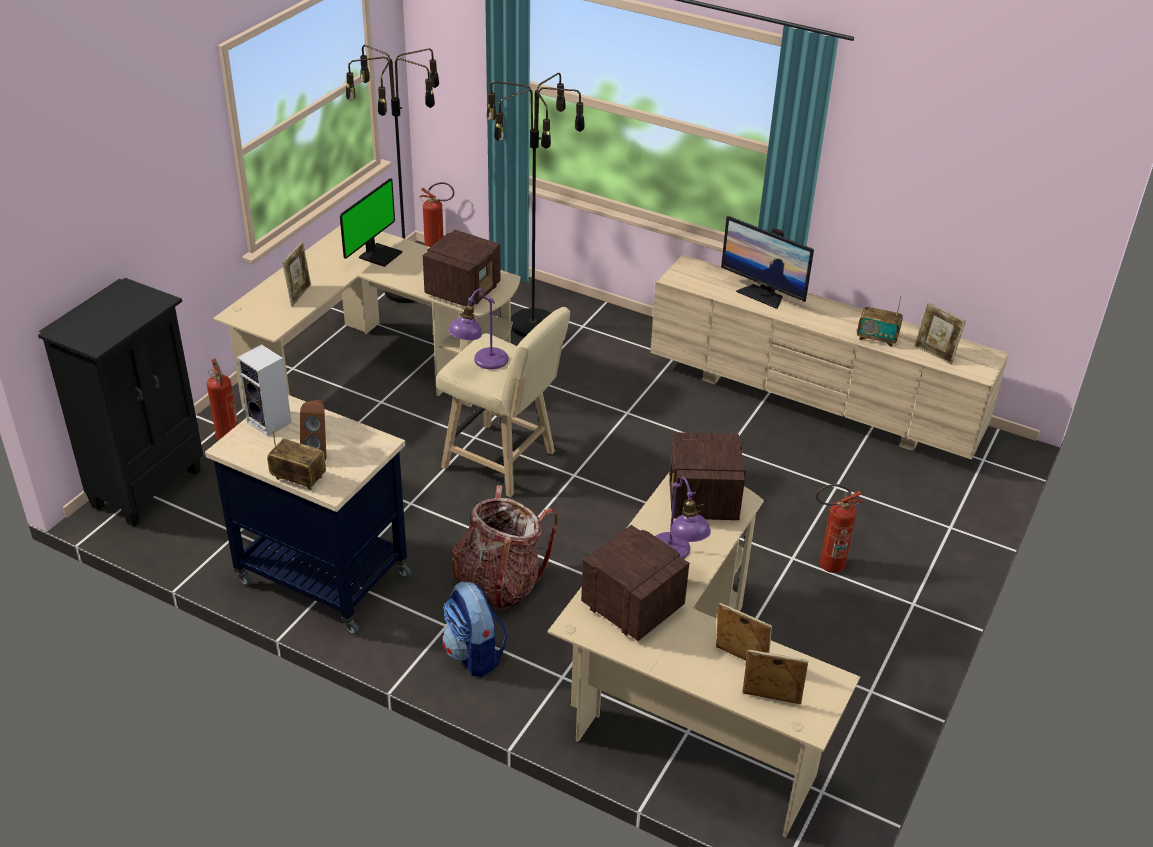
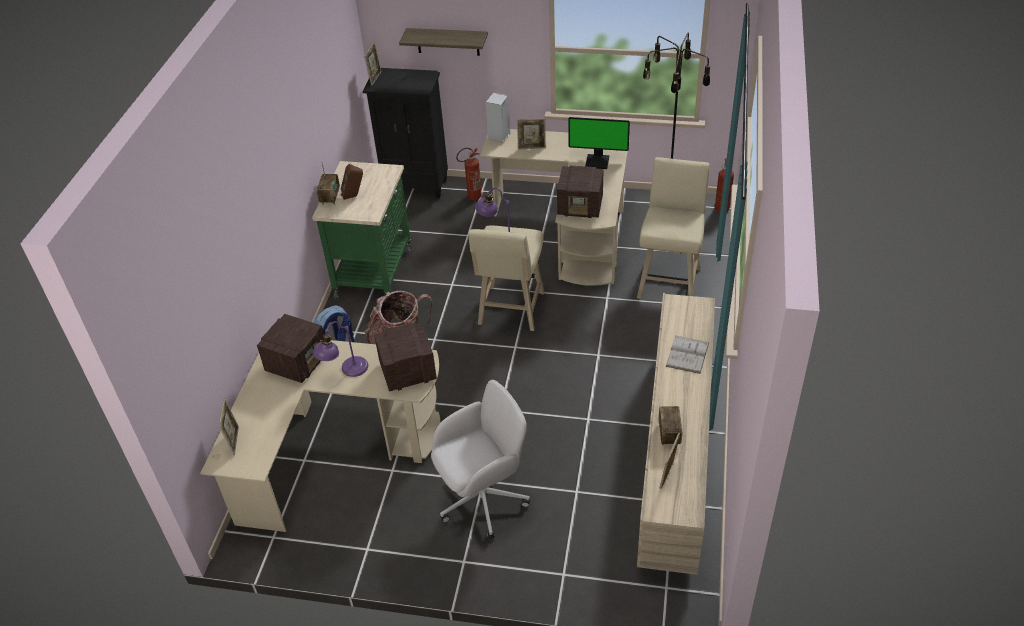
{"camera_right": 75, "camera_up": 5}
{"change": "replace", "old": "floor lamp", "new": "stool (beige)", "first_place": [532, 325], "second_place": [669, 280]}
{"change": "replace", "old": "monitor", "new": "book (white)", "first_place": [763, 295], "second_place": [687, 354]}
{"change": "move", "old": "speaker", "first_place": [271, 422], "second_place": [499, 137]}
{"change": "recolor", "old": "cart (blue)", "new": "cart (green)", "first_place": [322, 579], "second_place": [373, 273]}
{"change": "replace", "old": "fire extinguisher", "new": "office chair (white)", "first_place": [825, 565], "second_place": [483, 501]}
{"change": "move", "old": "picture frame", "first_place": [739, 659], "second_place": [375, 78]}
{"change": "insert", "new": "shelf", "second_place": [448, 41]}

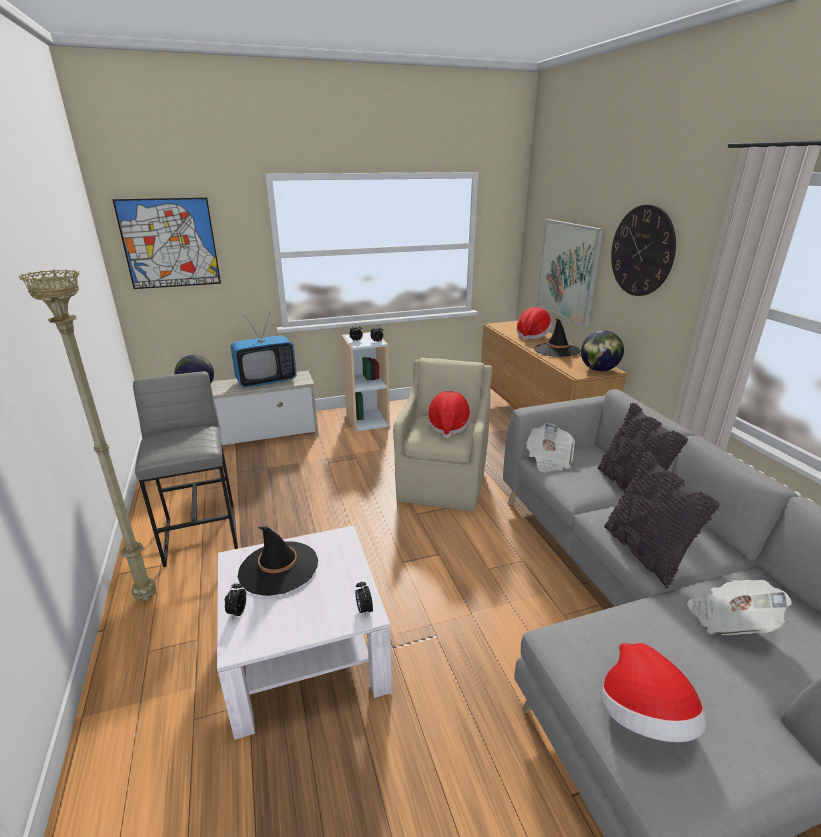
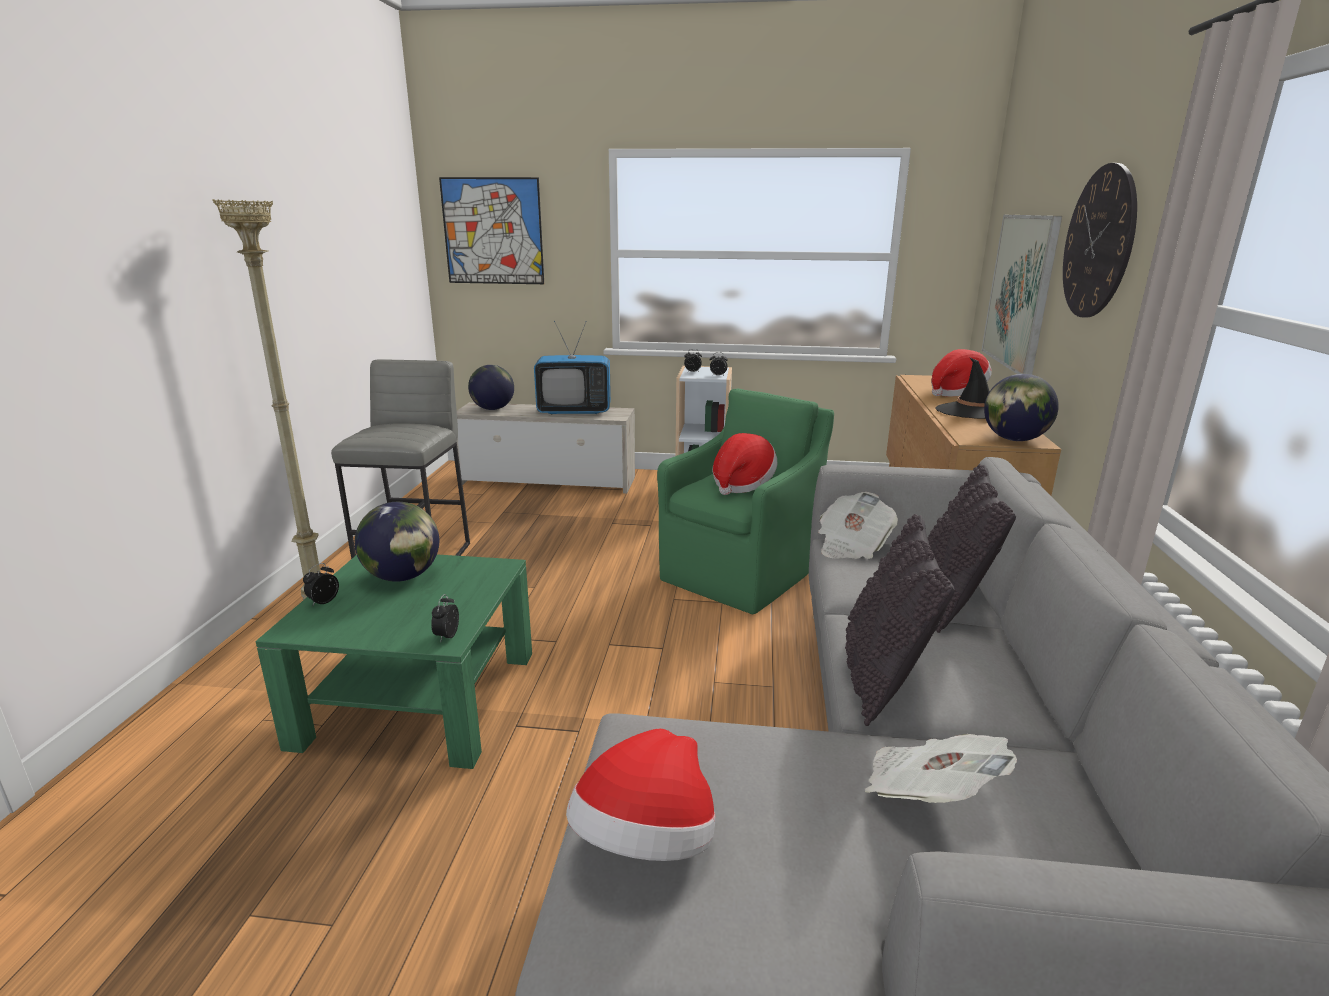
{"camera_right": 25, "camera_up": -5}
{"change": "recolor", "old": "armchair (beige)", "new": "armchair (green)", "first_place": [443, 482], "second_place": [741, 573]}
{"change": "recolor", "old": "coffee table (white)", "new": "coffee table (green)", "first_place": [305, 652], "second_place": [418, 698]}
{"change": "replace", "old": "hat (black)", "new": "globe", "first_place": [278, 568], "second_place": [403, 577]}

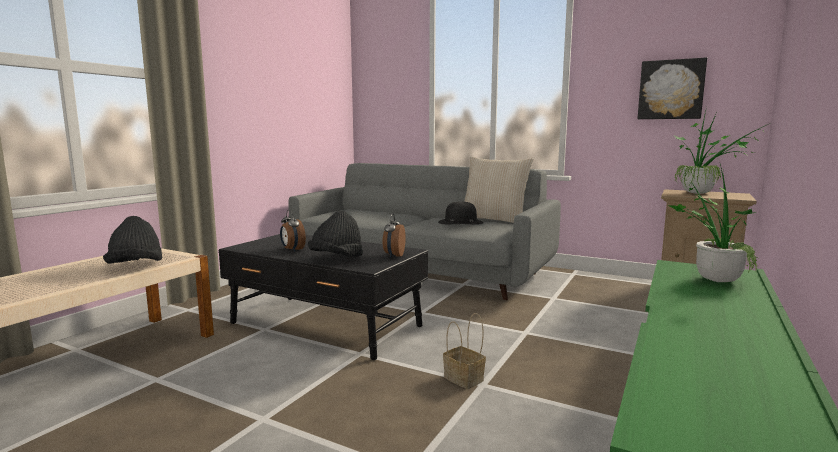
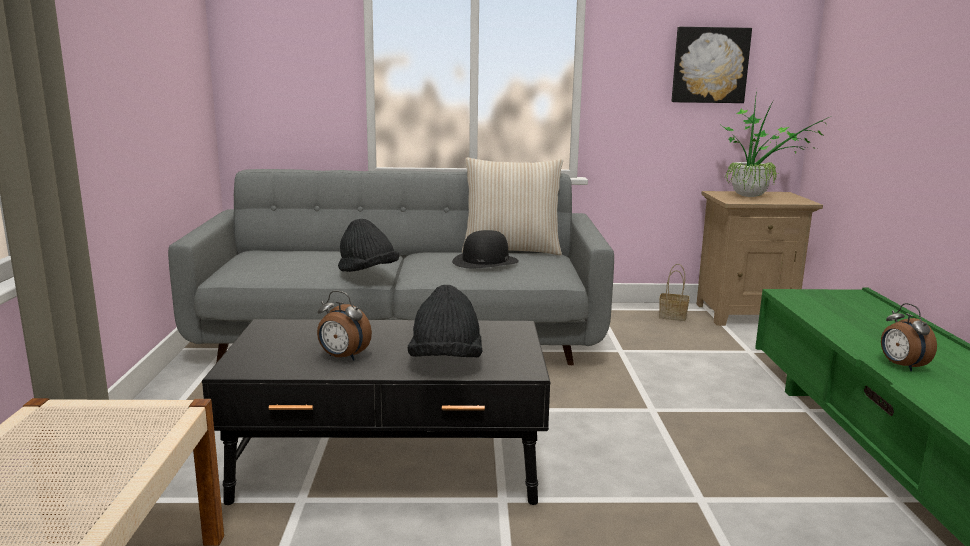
{"camera_right": -30, "camera_up": 5}
{"change": "delete", "old": "potted plant", "first_place": [711, 278]}
{"change": "move", "old": "alarm clock", "first_place": [393, 255], "second_place": [901, 366]}
{"change": "move", "old": "hat (black)", "first_place": [136, 267], "second_place": [368, 273]}
{"change": "move", "old": "basket", "first_place": [465, 379], "second_place": [673, 316]}

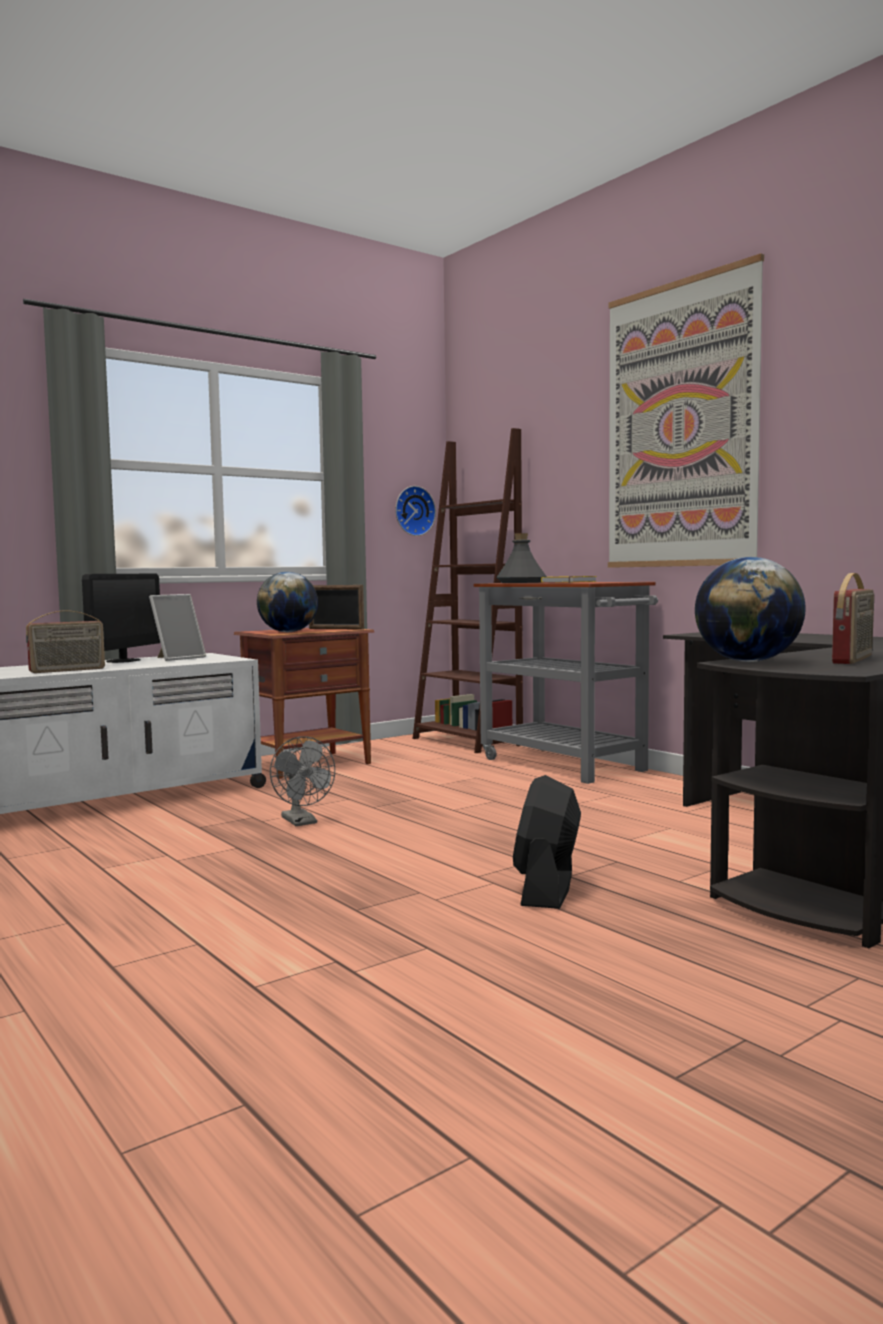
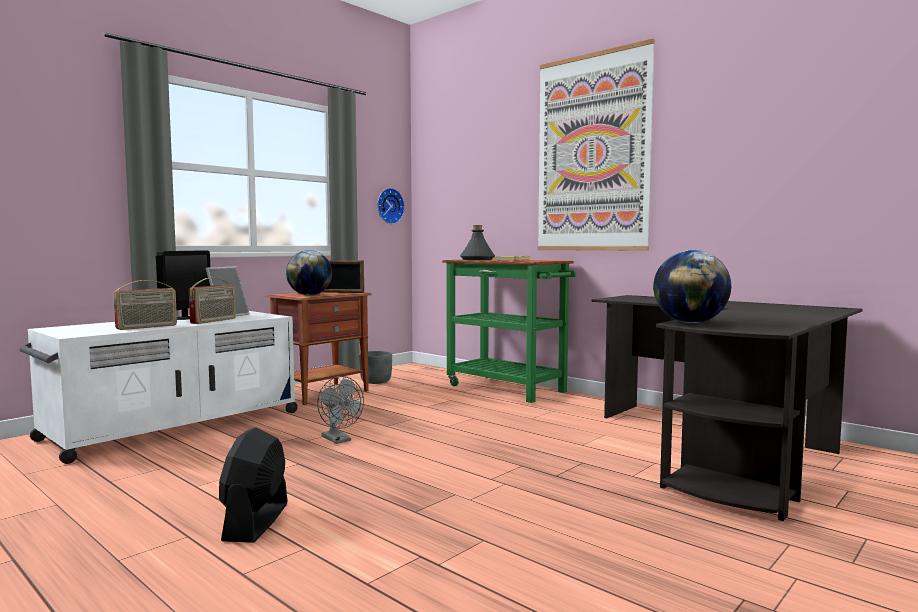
{"camera_right": -10, "camera_up": 0}
{"change": "delete", "old": "bookcase (brown)", "first_place": [467, 741]}
{"change": "move", "old": "radio", "first_place": [853, 659], "second_place": [214, 321]}
{"change": "recolor", "old": "cart (grey)", "new": "cart (green)", "first_place": [564, 765], "second_place": [507, 389]}
{"change": "move", "old": "fan (black)", "first_place": [547, 889], "second_place": [256, 522]}
{"change": "insert", "new": "planter (grey)", "second_place": [375, 381]}

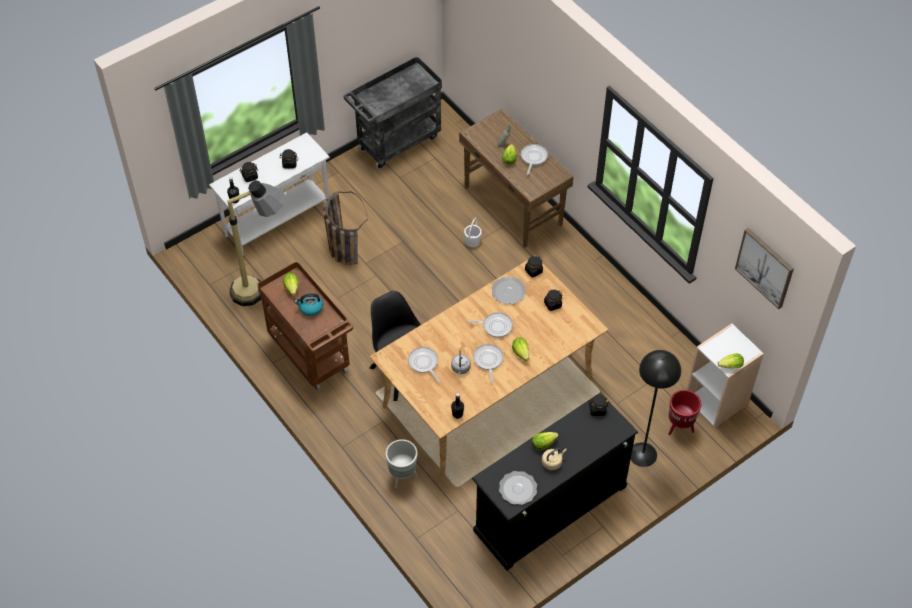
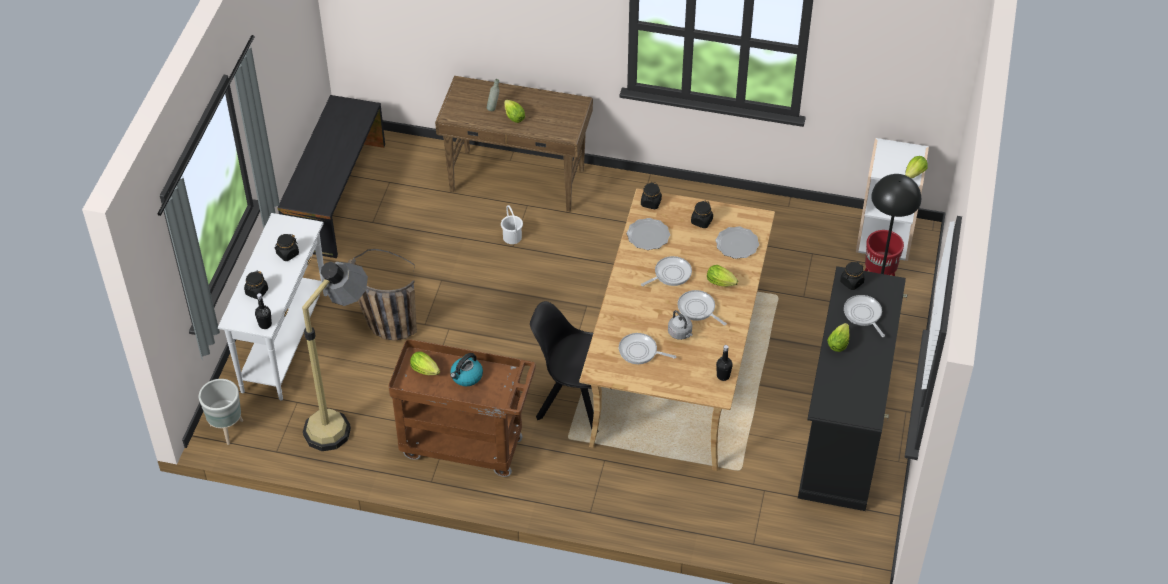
{"camera_right": -40, "camera_up": -5}
{"change": "replace", "old": "cart (black)", "new": "bench (black)", "first_place": [396, 146], "second_place": [335, 194]}
{"change": "move", "old": "frying pan", "first_place": [533, 158], "second_place": [863, 315]}
{"change": "delete", "old": "picture", "first_place": [765, 267]}
{"change": "move", "old": "planter (grey)", "first_place": [403, 477], "second_place": [228, 430]}
{"change": "delete", "old": "kettle (beige)", "first_place": [552, 462]}
{"change": "move", "old": "plate", "first_place": [518, 489], "second_place": [737, 244]}

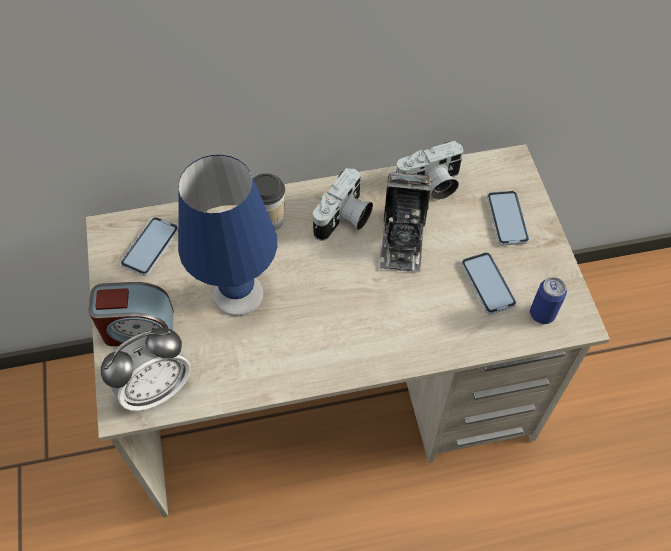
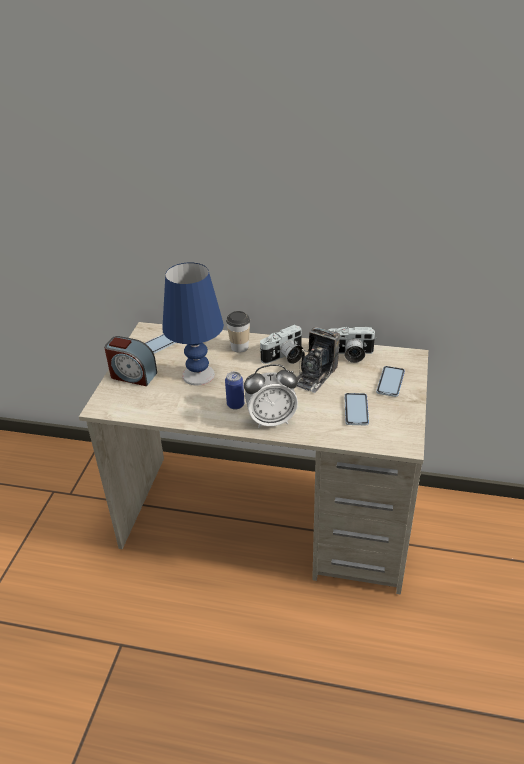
{"camera_right": 25, "camera_up": -20}
{"change": "move", "old": "can", "first_place": [542, 314], "second_place": [235, 404]}
{"change": "move", "old": "alarm clock", "first_place": [155, 388], "second_place": [271, 420]}

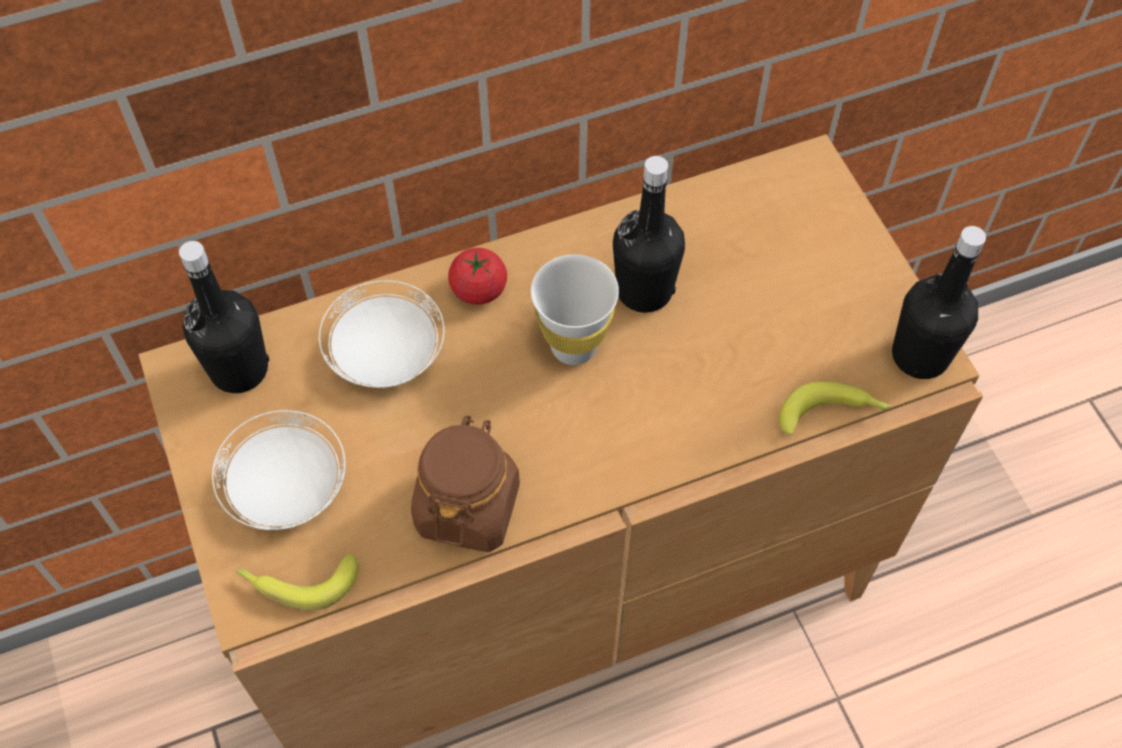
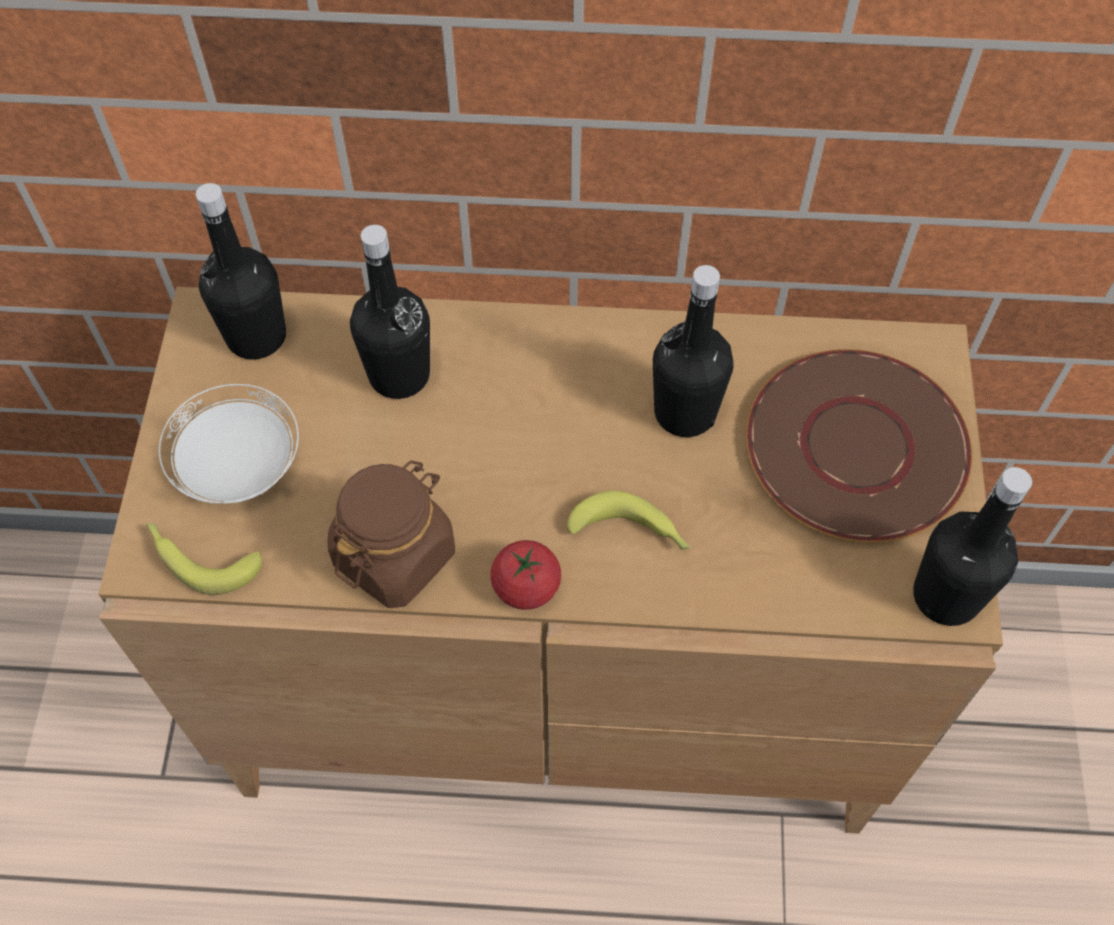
{"camera_right": 25, "camera_up": 0}
{"change": "move", "old": "tomato", "first_place": [479, 289], "second_place": [526, 587]}
{"change": "delete", "old": "cup (white)", "first_place": [573, 346]}
{"change": "replace", "old": "plate (white)", "new": "bottle (black)", "first_place": [387, 353], "second_place": [399, 375]}
{"change": "move", "old": "banana", "first_place": [832, 414], "second_place": [631, 533]}
{"change": "insert", "new": "plate (brown)", "second_place": [854, 446]}

